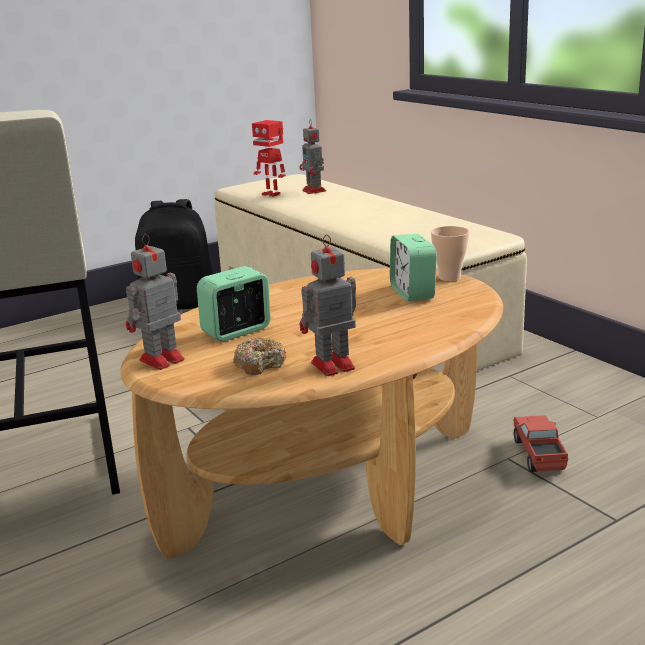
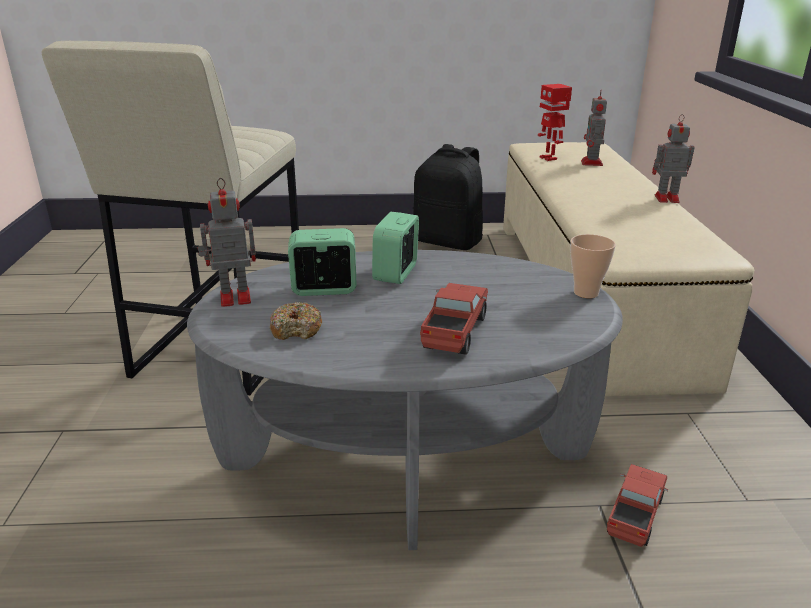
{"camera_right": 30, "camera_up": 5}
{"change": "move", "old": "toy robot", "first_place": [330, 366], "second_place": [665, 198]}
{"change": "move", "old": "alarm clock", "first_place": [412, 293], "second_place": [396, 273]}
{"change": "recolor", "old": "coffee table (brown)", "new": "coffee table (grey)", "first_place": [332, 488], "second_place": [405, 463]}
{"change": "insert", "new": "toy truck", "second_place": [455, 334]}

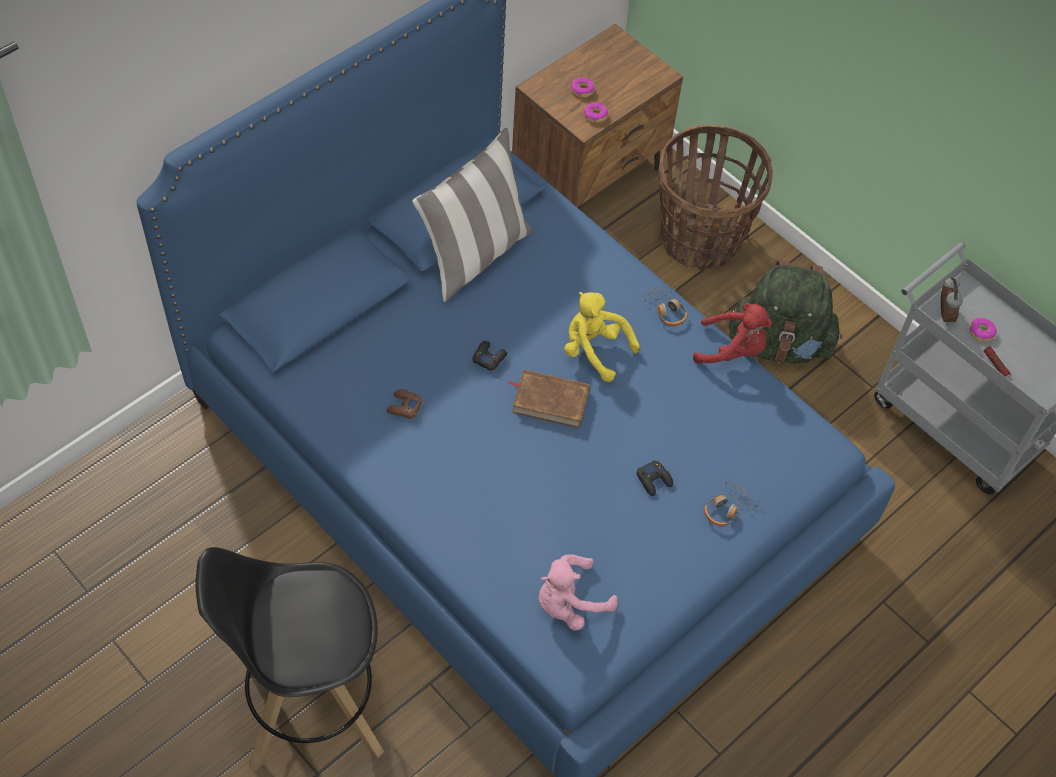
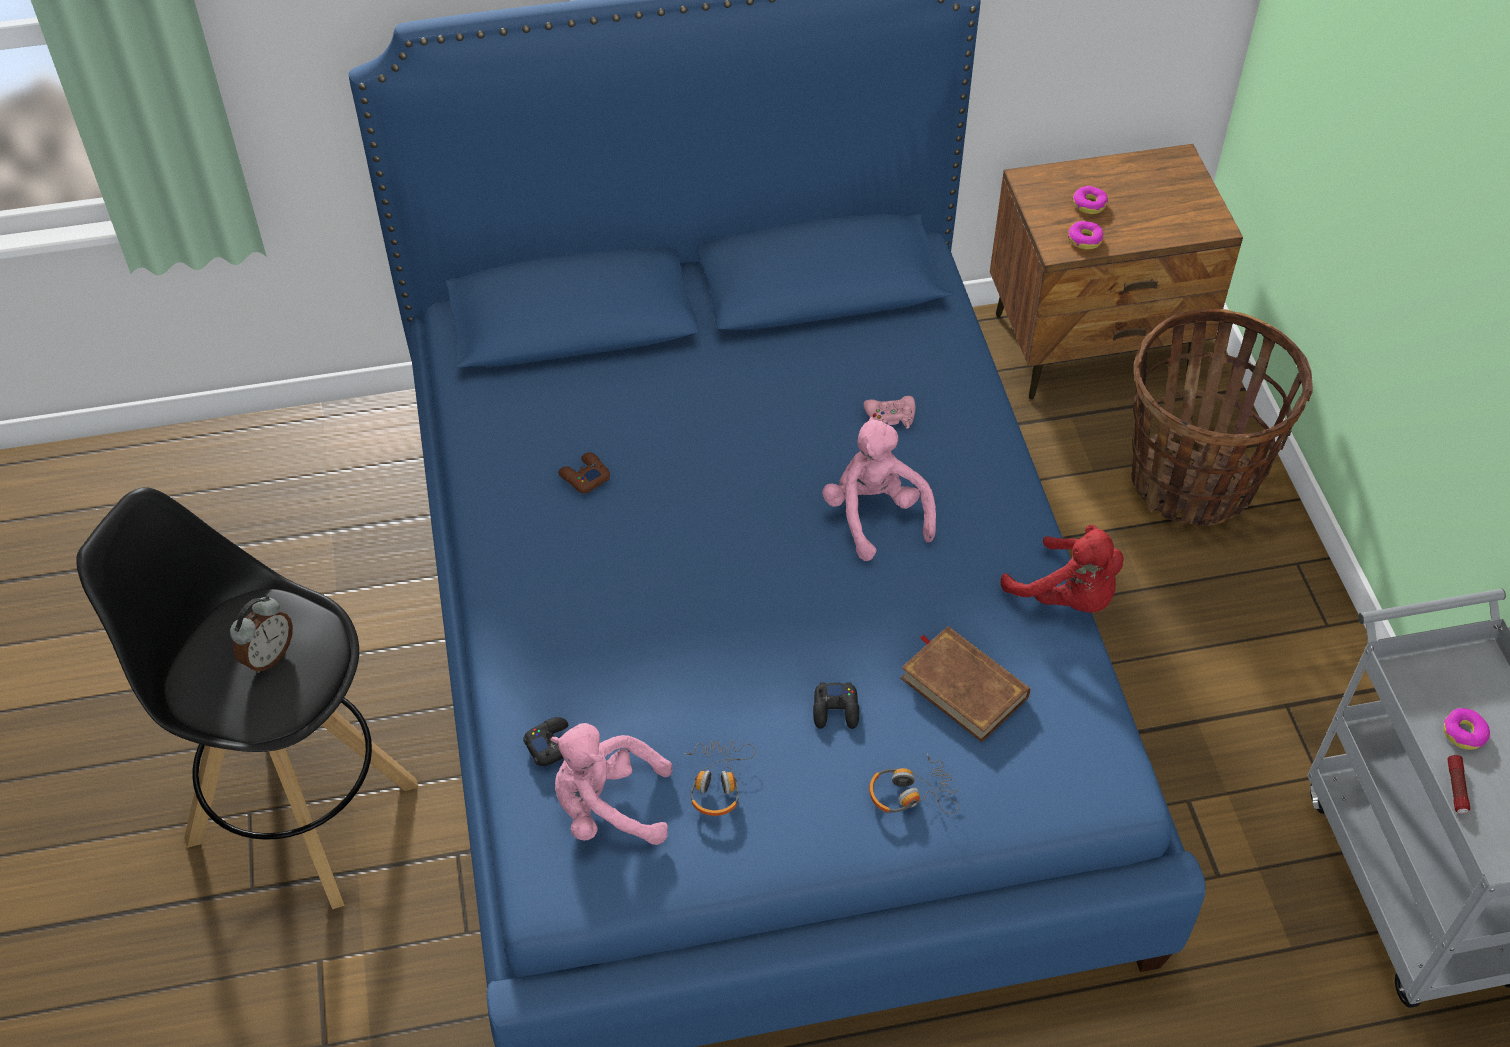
{"camera_right": 35, "camera_up": -5}
{"change": "delete", "old": "pillow", "first_place": [474, 254]}
{"change": "delete", "old": "backpack (green)", "first_place": [779, 343]}
{"change": "move", "old": "alarm clock", "first_place": [943, 314], "second_place": [268, 656]}
{"change": "move", "old": "headphones", "first_place": [666, 308], "second_place": [717, 782]}
{"change": "recolor", "old": "plush toy (yellow)", "new": "plush toy (pink)", "first_place": [594, 350], "second_place": [875, 515]}
{"change": "move", "old": "game controller (black)", "first_place": [489, 357], "second_place": [553, 745]}
{"change": "move", "old": "book (brown)", "first_place": [550, 401], "second_place": [964, 687]}
{"change": "insert", "new": "game controller (pink)", "second_place": [890, 417]}

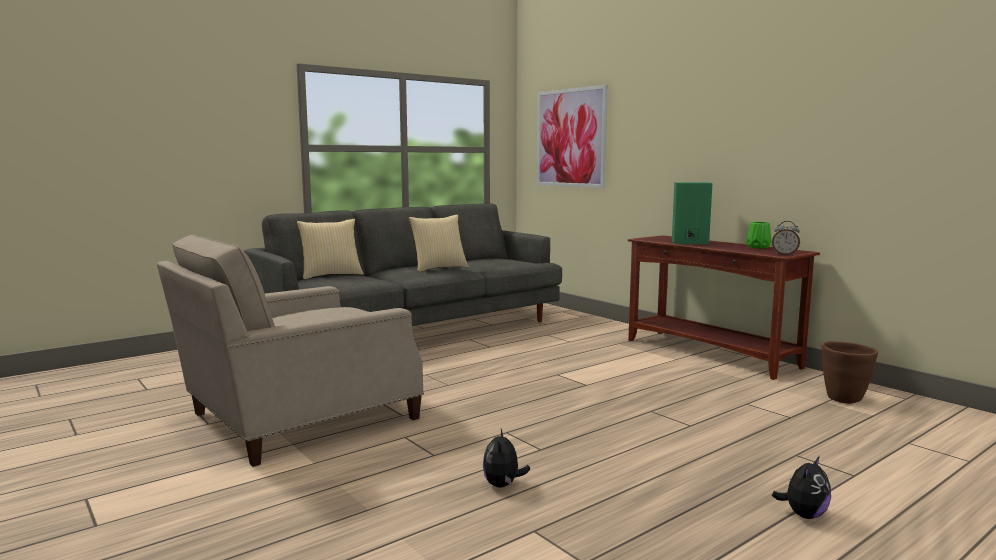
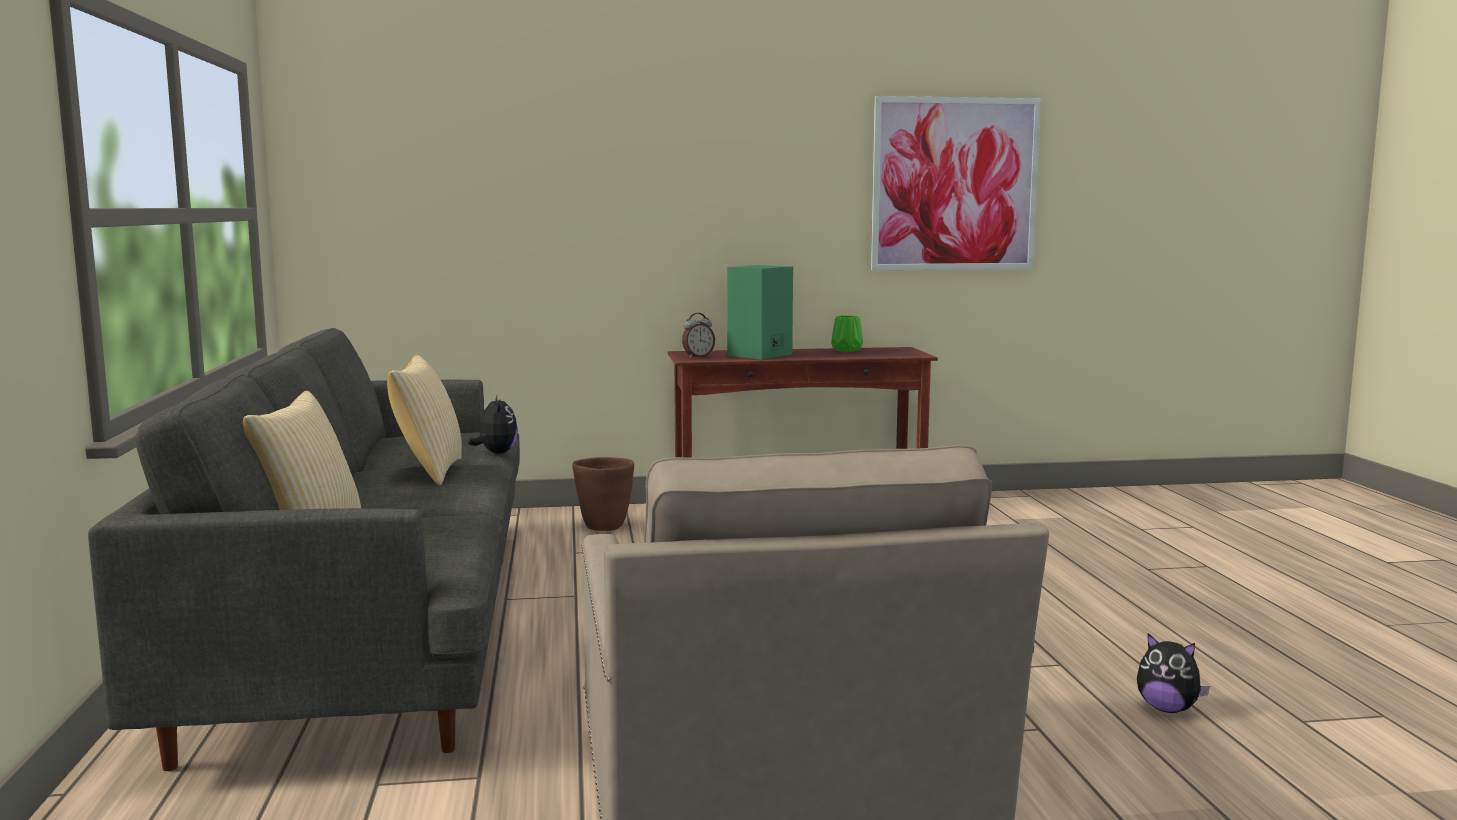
{"camera_right": -60, "camera_up": 0}
{"change": "move", "old": "picture", "first_place": [570, 138], "second_place": [954, 184]}
{"change": "move", "old": "alarm clock", "first_place": [785, 254], "second_place": [698, 357]}
{"change": "move", "old": "planter (brown)", "first_place": [844, 399], "second_place": [604, 526]}
{"change": "move", "old": "plush toy", "first_place": [803, 515], "second_place": [496, 453]}

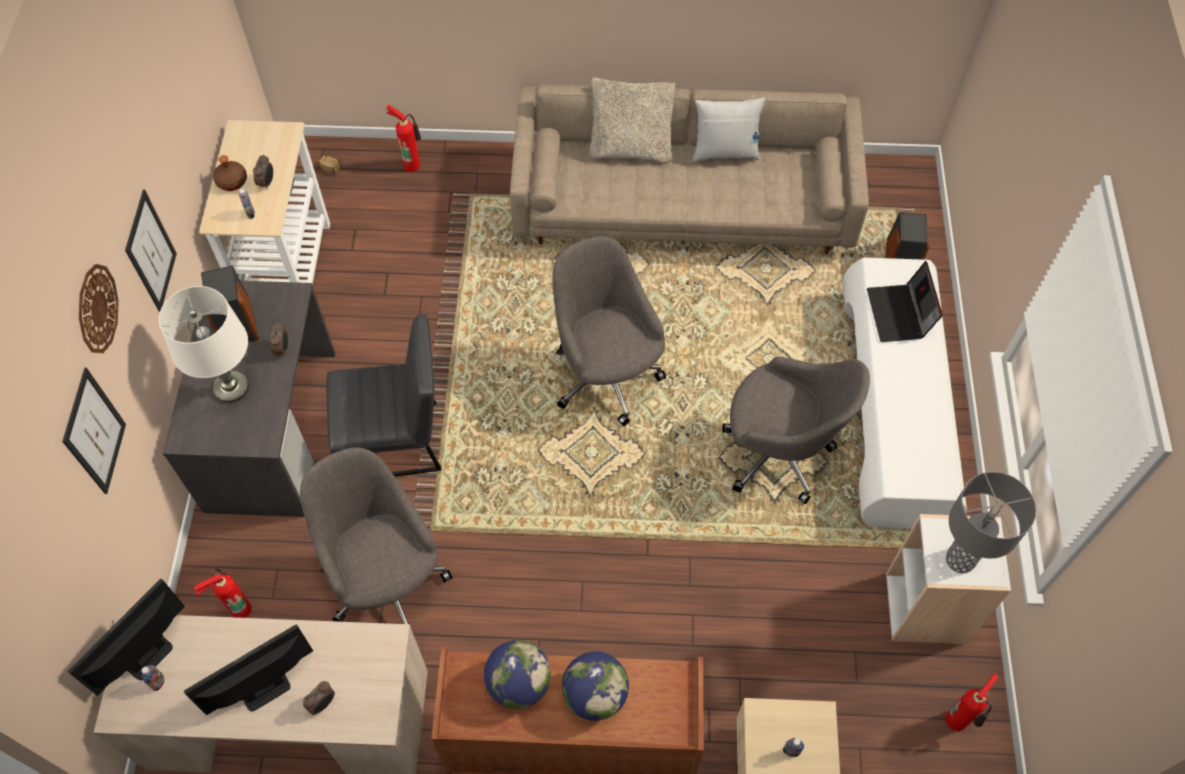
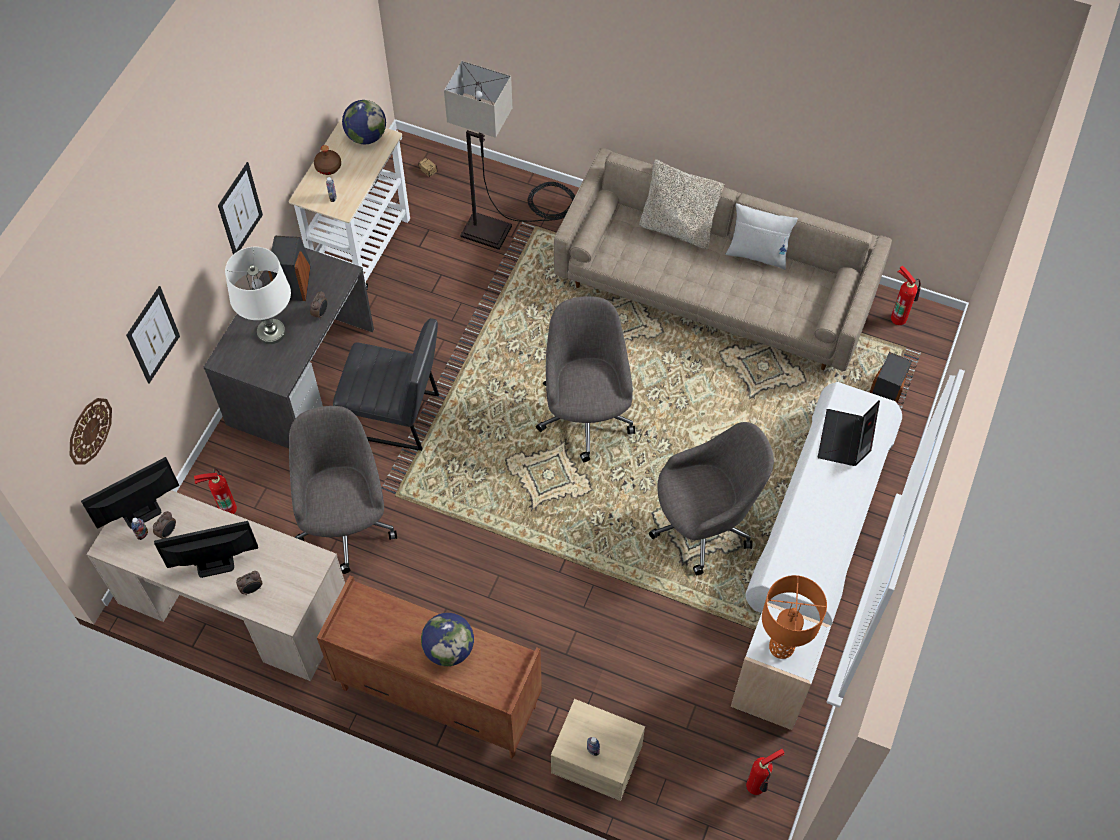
{"camera_right": 20, "camera_up": 0}
{"change": "move", "old": "fire extinguisher", "first_place": [411, 163], "second_place": [899, 317]}
{"change": "move", "old": "alarm clock", "first_place": [267, 183], "second_place": [168, 532]}
{"change": "move", "old": "wall clock", "first_place": [97, 308], "second_place": [89, 430]}
{"change": "rotate", "old": "office chair (grey)", "first_place": [778, 454], "second_place": [703, 526], "degrees": -60}
{"change": "recolor", "old": "table lamp (grey)", "new": "table lamp (orange)", "first_place": [960, 560], "second_place": [781, 647]}
{"change": "move", "old": "globe", "first_place": [518, 684], "second_place": [366, 136]}
{"change": "insert", "new": "floor lamp", "second_place": [523, 216]}

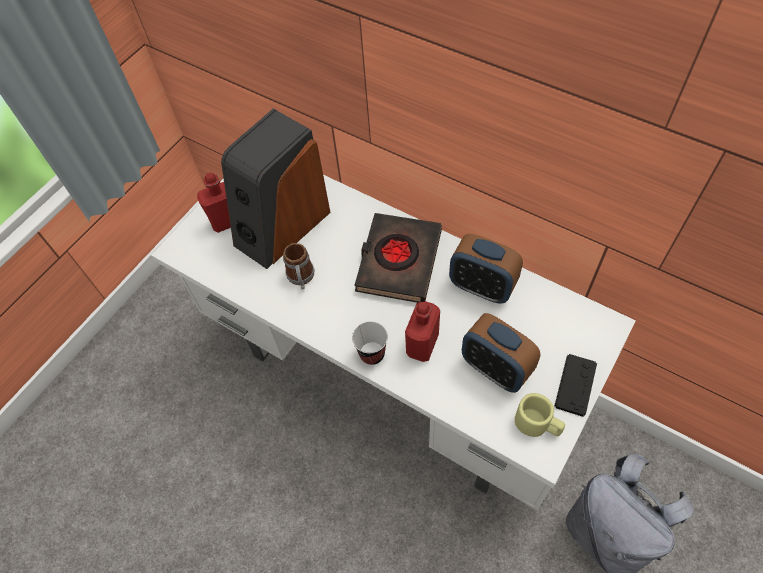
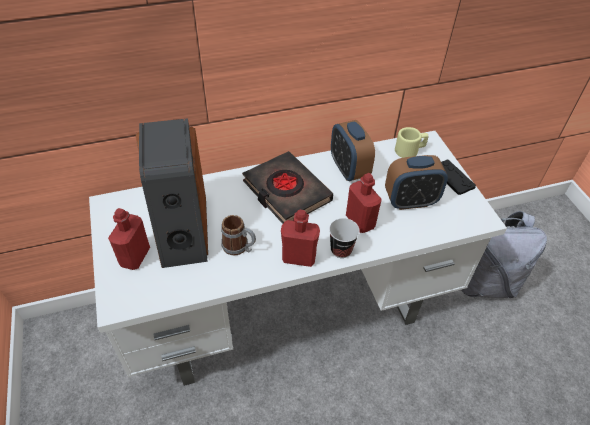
{"camera_right": -55, "camera_up": -10}
{"change": "rotate", "old": "alarm clock", "first_place": [482, 287], "second_place": [349, 169], "degrees": 90}
{"change": "move", "old": "mug (beige)", "first_place": [538, 424], "second_place": [410, 150]}
{"change": "insert", "new": "bottle (red)", "second_place": [299, 258]}

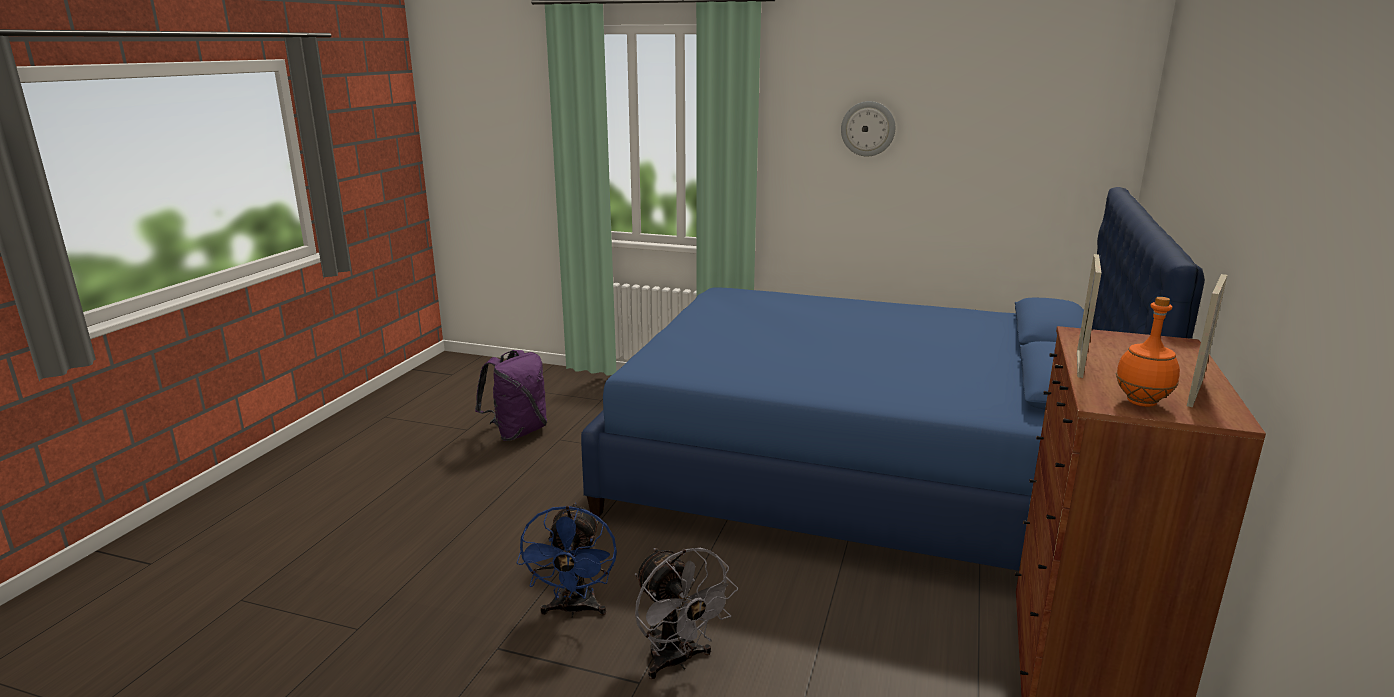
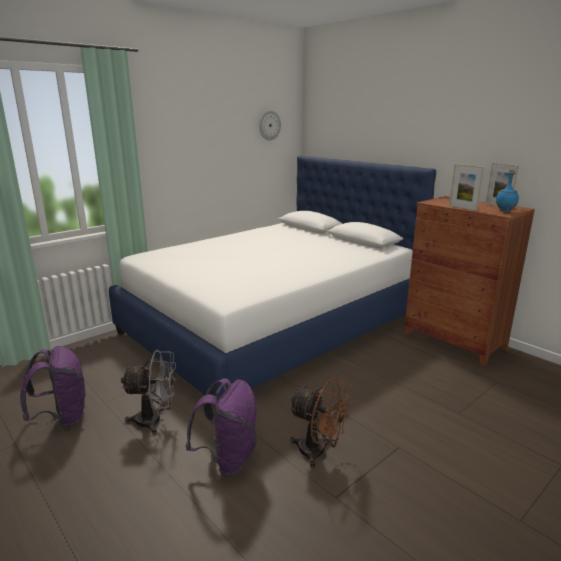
{"camera_right": -60, "camera_up": 0}
{"change": "move", "old": "wall clock", "first_place": [868, 128], "second_place": [269, 125]}
{"change": "recolor", "old": "bed (blue)", "new": "bed (white)", "first_place": [860, 473], "second_place": [273, 324]}
{"change": "recolor", "old": "bottle (orange)", "new": "bottle (blue)", "first_place": [1140, 402], "second_place": [504, 211]}
{"change": "recolor", "old": "fan (blue)", "new": "fan (brown)", "first_place": [574, 610], "second_place": [318, 453]}
{"change": "move", "old": "fan (grey)", "first_place": [677, 661], "second_place": [155, 420]}
{"change": "insert", "new": "backpack (purple)", "second_place": [228, 459]}

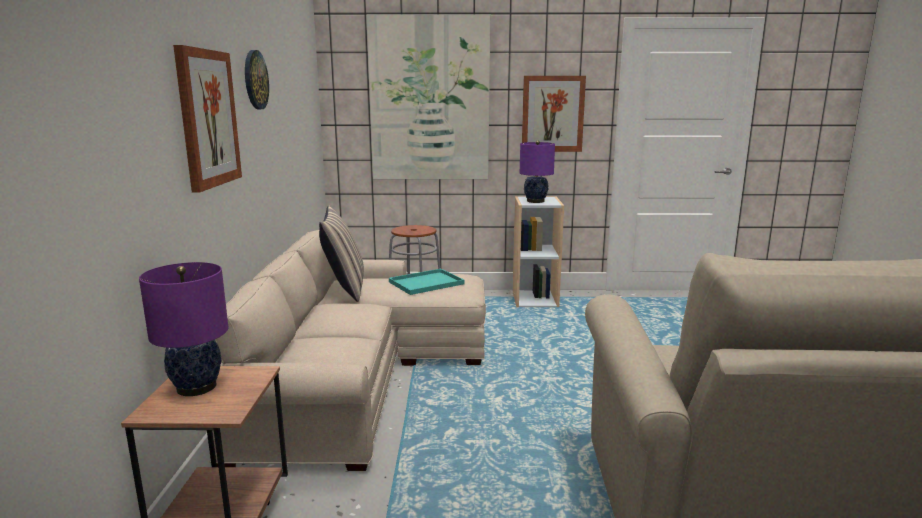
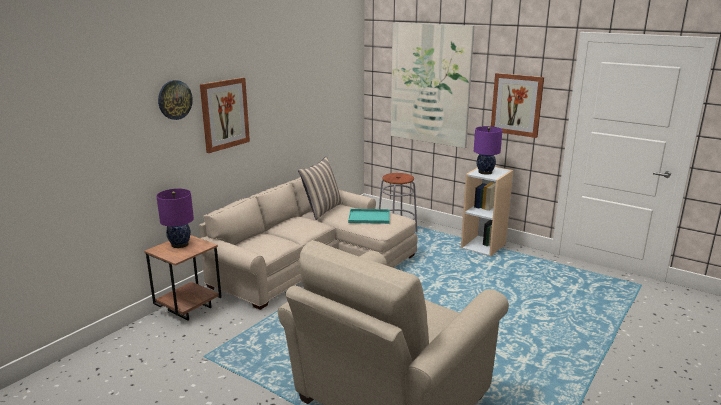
{"camera_right": 35, "camera_up": 5}
{"change": "move", "old": "wall clock", "first_place": [255, 80], "second_place": [174, 100]}

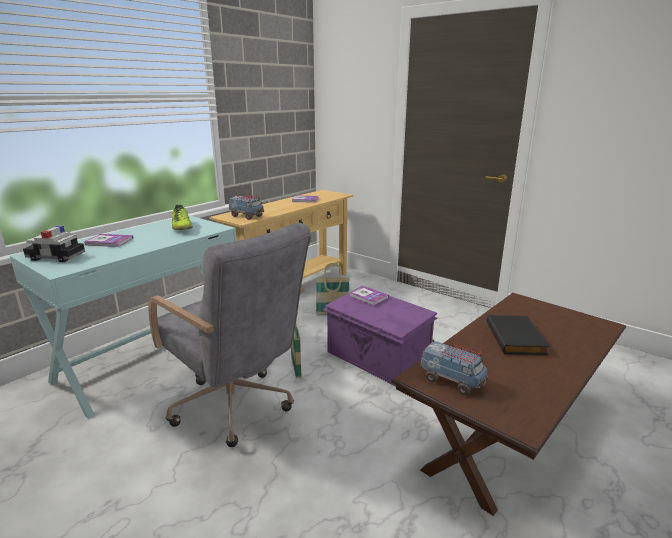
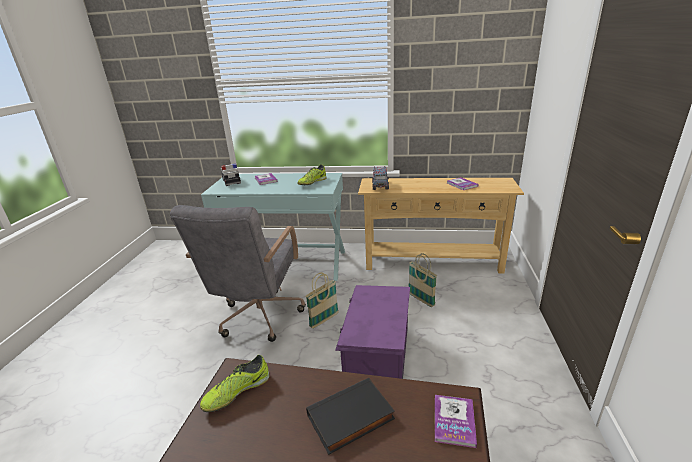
{"camera_right": 60, "camera_up": 5}
{"change": "move", "old": "book", "first_place": [368, 296], "second_place": [454, 421]}
{"change": "replace", "old": "toy truck", "new": "shoe", "first_place": [452, 381], "second_place": [237, 392]}

